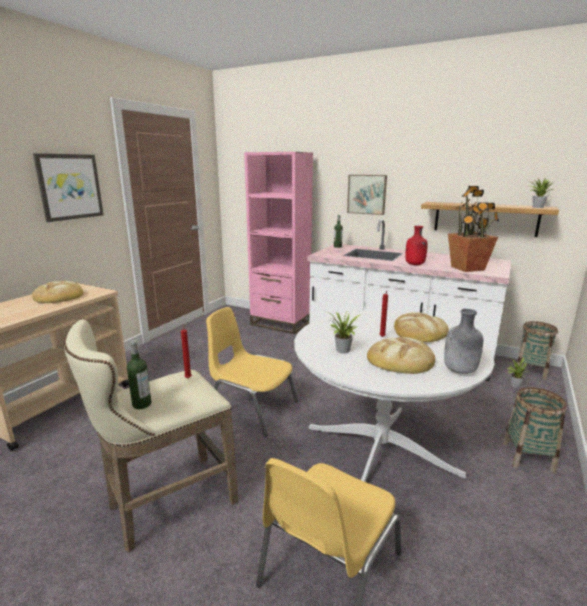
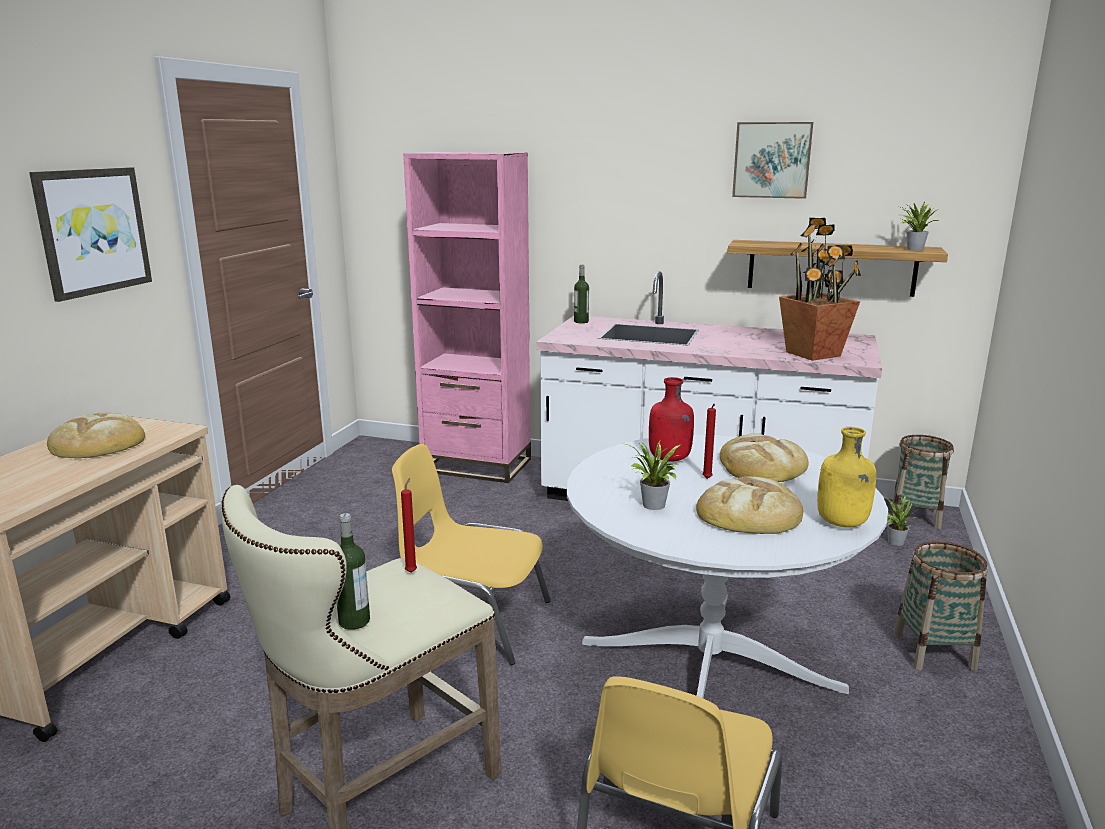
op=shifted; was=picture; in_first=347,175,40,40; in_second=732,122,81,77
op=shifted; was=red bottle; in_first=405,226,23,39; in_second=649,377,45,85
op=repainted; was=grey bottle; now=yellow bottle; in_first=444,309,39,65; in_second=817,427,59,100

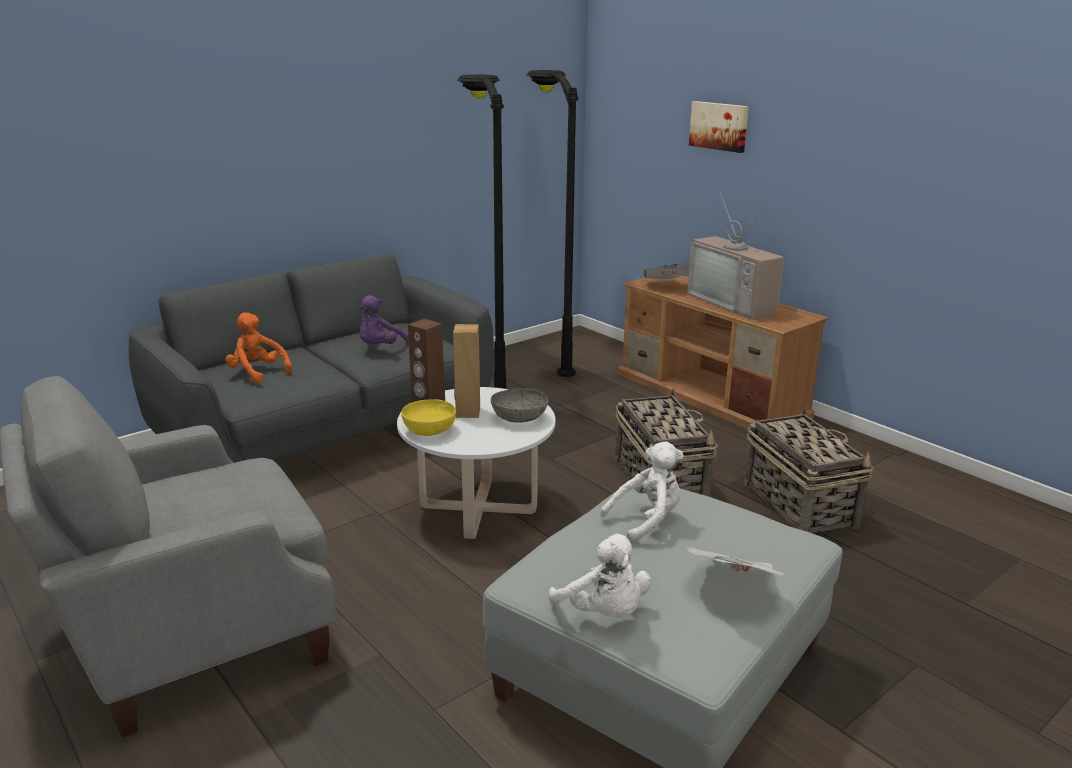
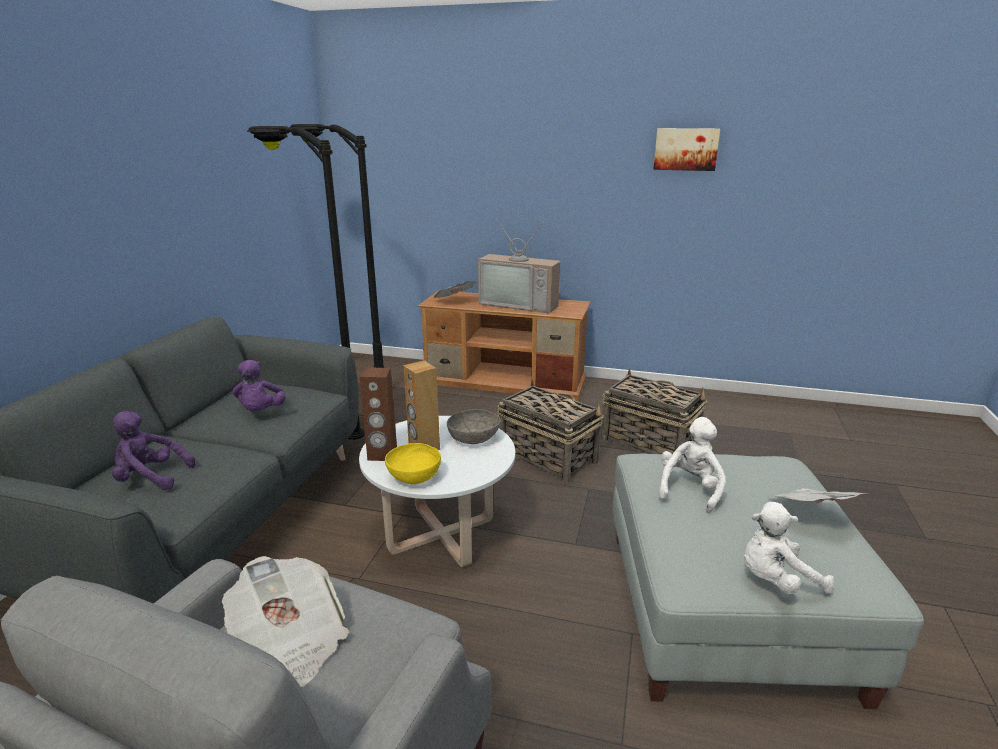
op=new; now=newspaper; in_second=222,556,127,131
op=shifted; was=picture; in_first=689,101,60,52; in_second=653,128,67,43
op=repainted; was=orange plush toy; now=purple plush toy; in_first=225,312,67,72; in_second=112,411,83,79
op=rotated; was=white plush toy; in_first=549,533,102,85; in_second=744,502,90,92; clockwise=150

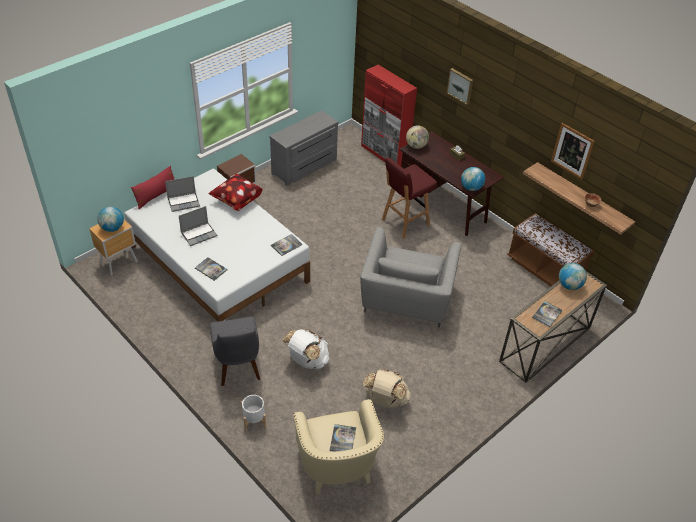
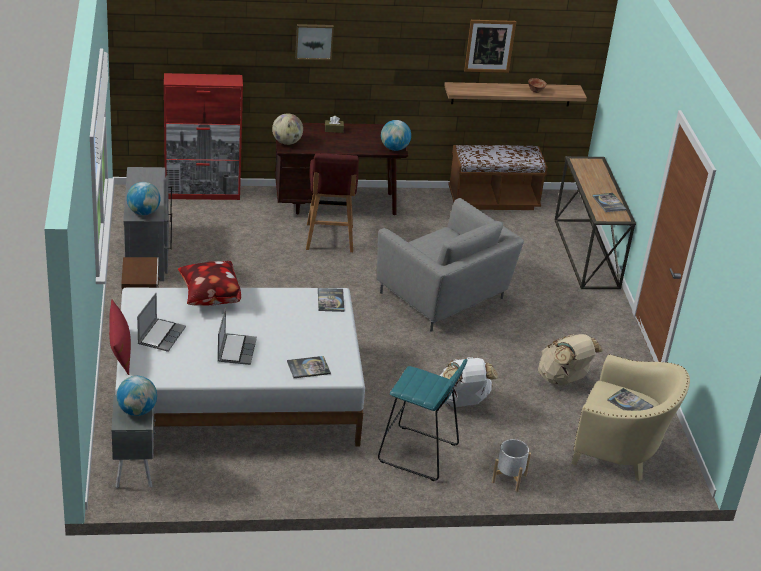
op=shifted; was=globe; in_first=559,263,28,27; in_second=127,182,33,33
op=swapped; was=grey chair; now=turquoise stool; in_first=210,316,50,70; in_second=378,359,89,122
op=repainted; was=brown nightstand; now=grey nightstand; in_first=89,219,49,57; in_second=111,395,45,93

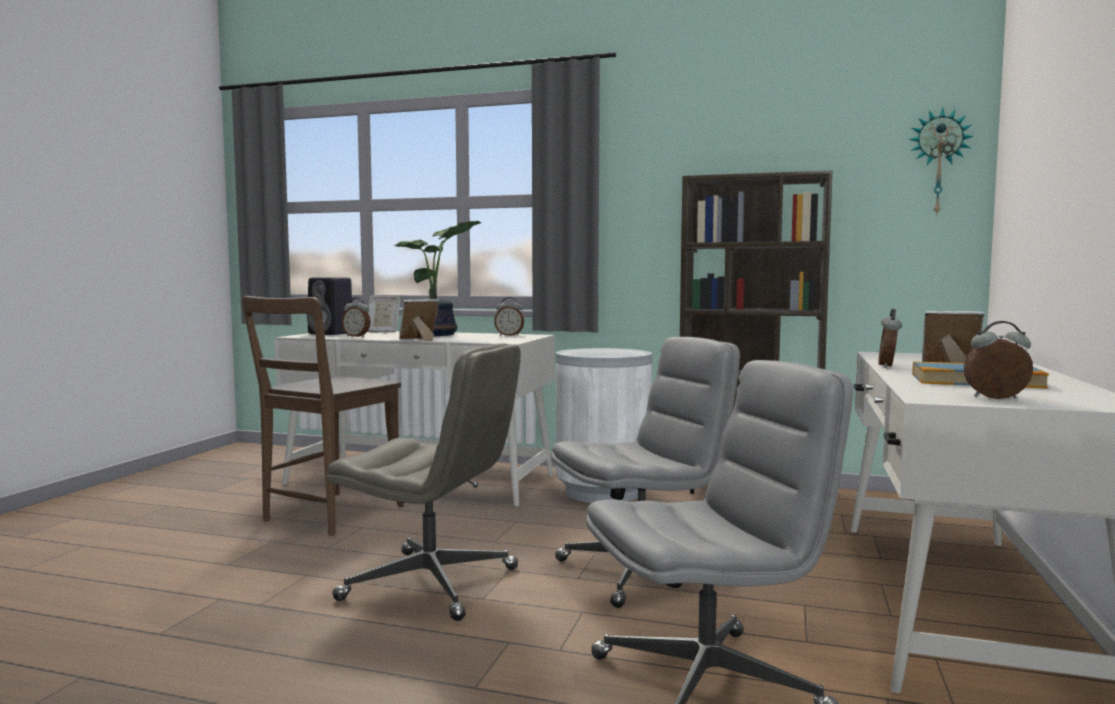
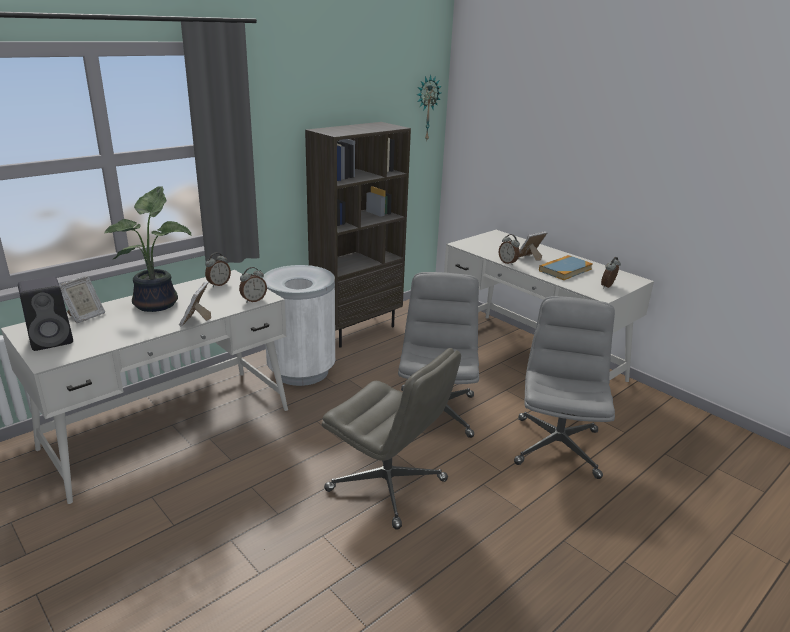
op=gone; was=brown chair; in_first=242,296,162,239
op=shifted; was=alarm clock; in_first=341,298,30,39; in_second=239,267,28,36
op=rotated; was=grey office chair; in_first=326,343,195,278; in_second=322,348,139,182; clockwise=75

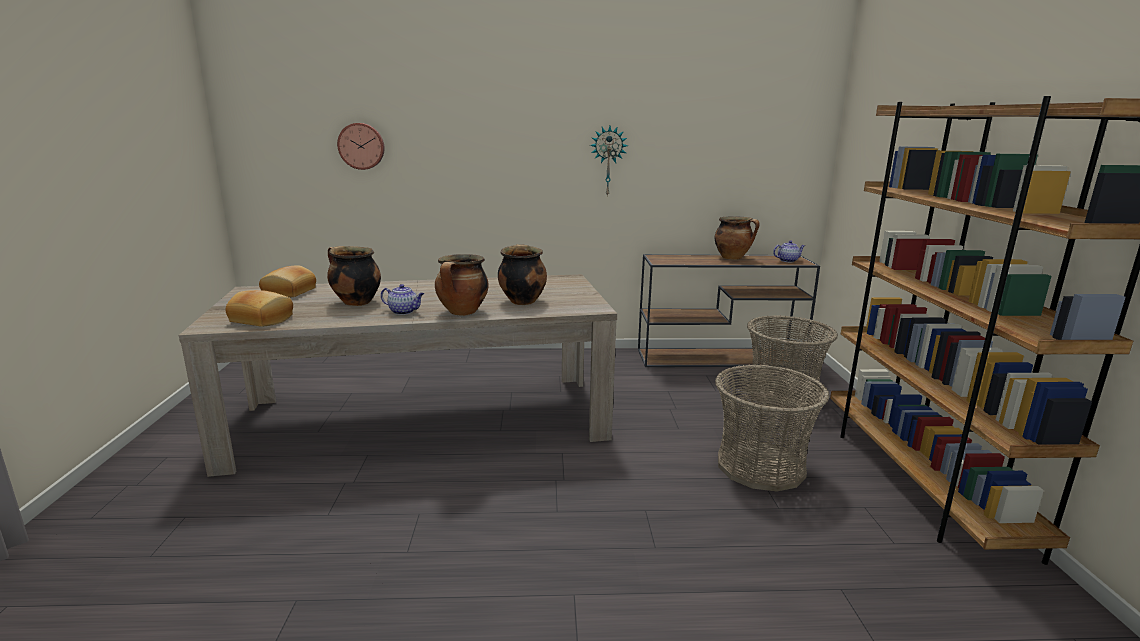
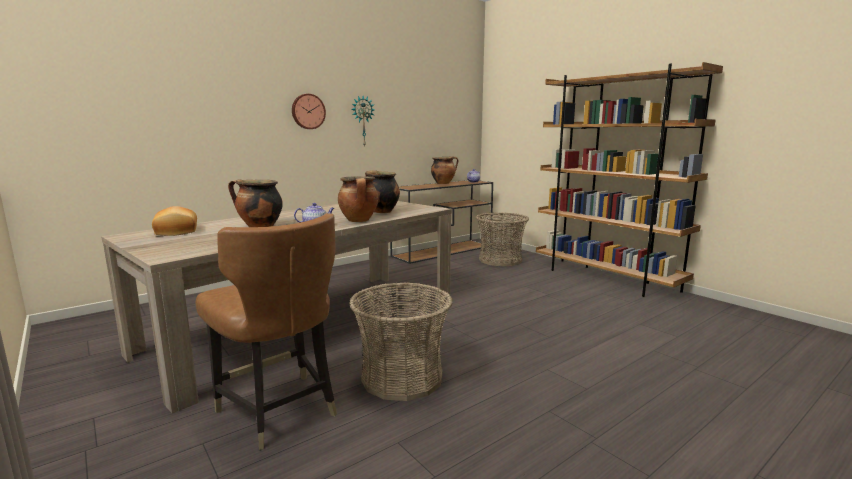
op=gone; was=bread; in_first=225,290,68,37
op=new; now=brown chair; in_second=196,213,141,237
op=shifted; was=wall clock; in_first=337,123,48,47; in_second=292,94,34,35
op=shifted; was=basket; in_first=715,365,115,127; in_second=349,282,104,119

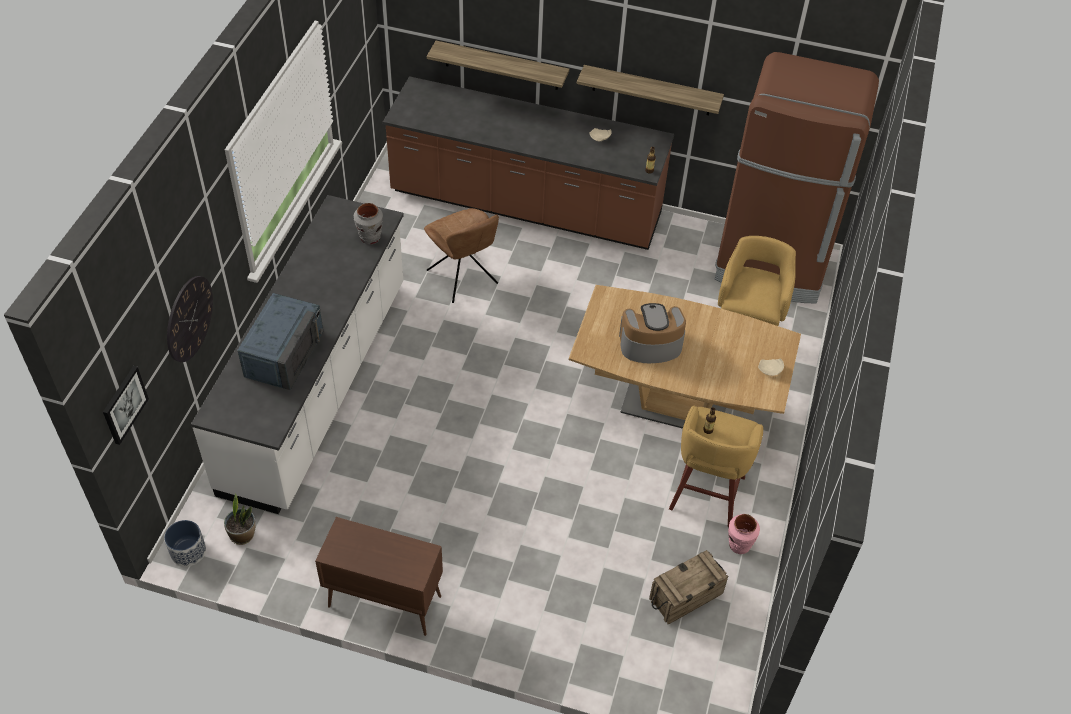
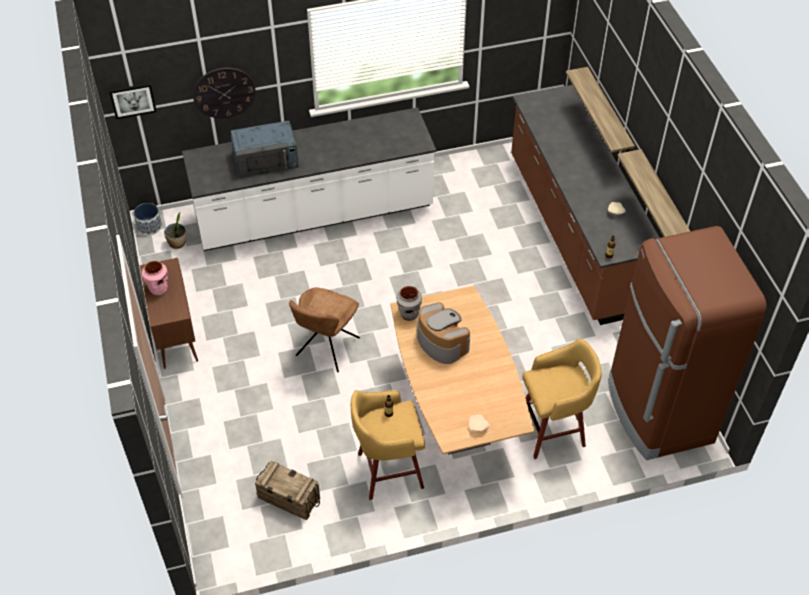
op=shifted; was=grey vase; in_first=354,203,29,42; in_second=396,286,26,35
op=shifted; was=brown chair; in_first=424,208,75,95; in_second=289,287,71,85
op=shifted; was=pink vase; in_first=728,514,32,40; in_second=142,261,26,34

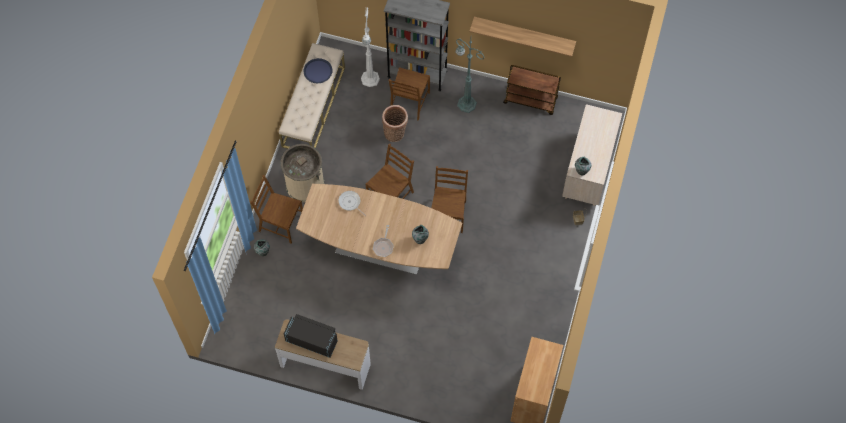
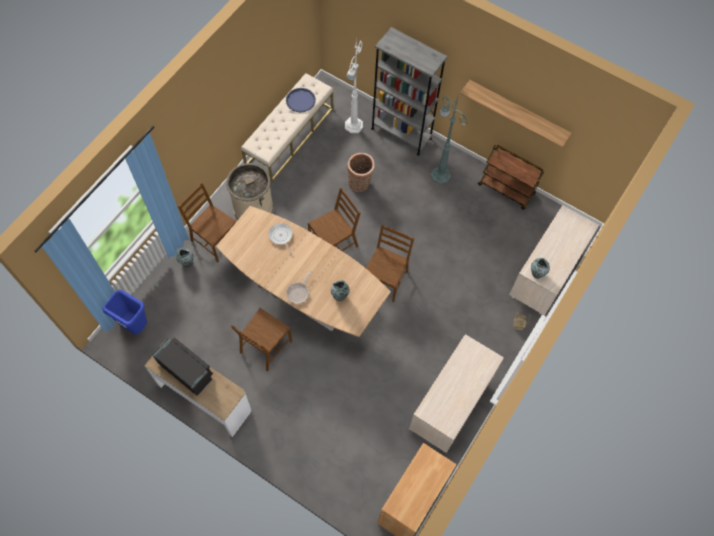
op=new; now=blue trash can; in_second=103,290,44,44
op=new; now=beige dresser; in_second=409,334,95,119
op=shifted; was=brown chair; in_first=389,67,41,54; in_second=230,308,62,64

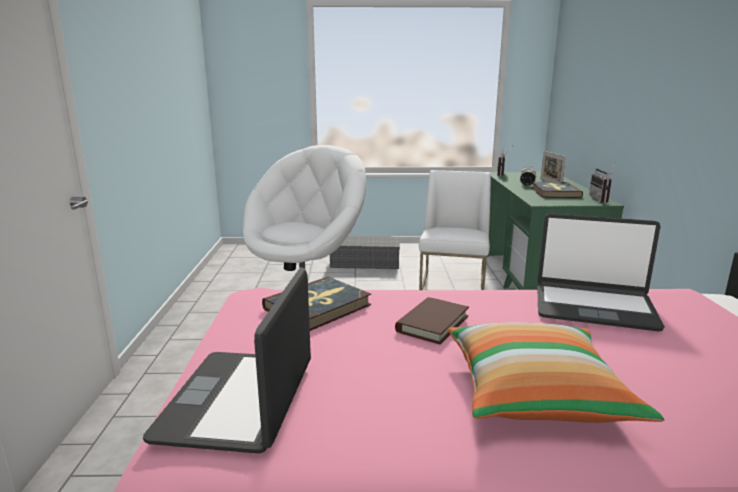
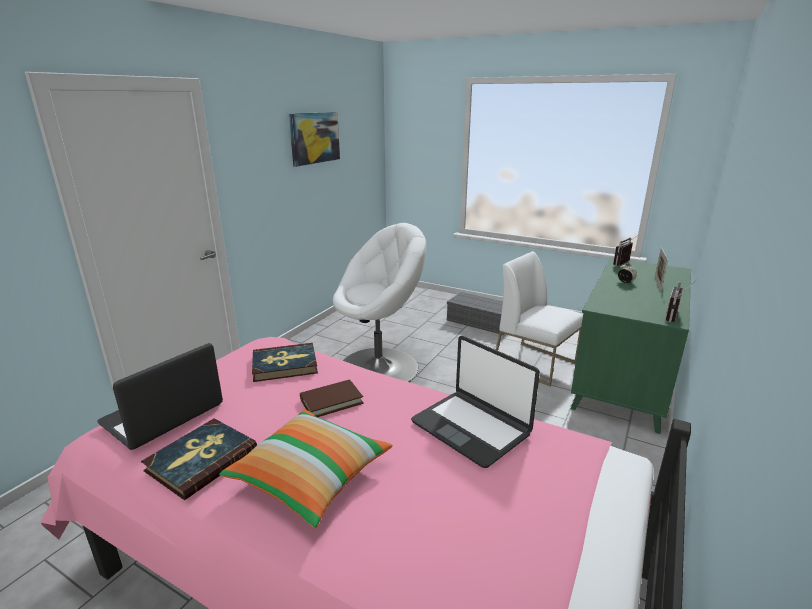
op=new; now=picture; in_second=289,112,51,55
op=shifted; was=book; in_first=531,182,52,16; in_second=141,418,116,82
op=rotated; was=white chair; in_first=419,170,72,120; in_second=496,251,87,135; clockwise=-90

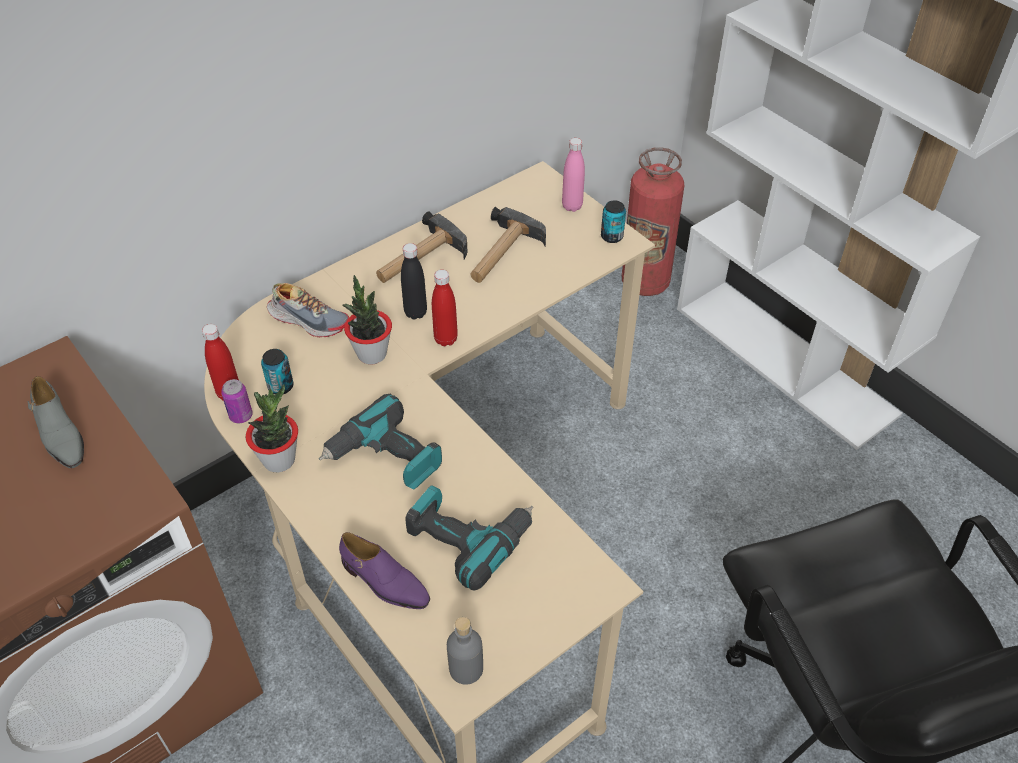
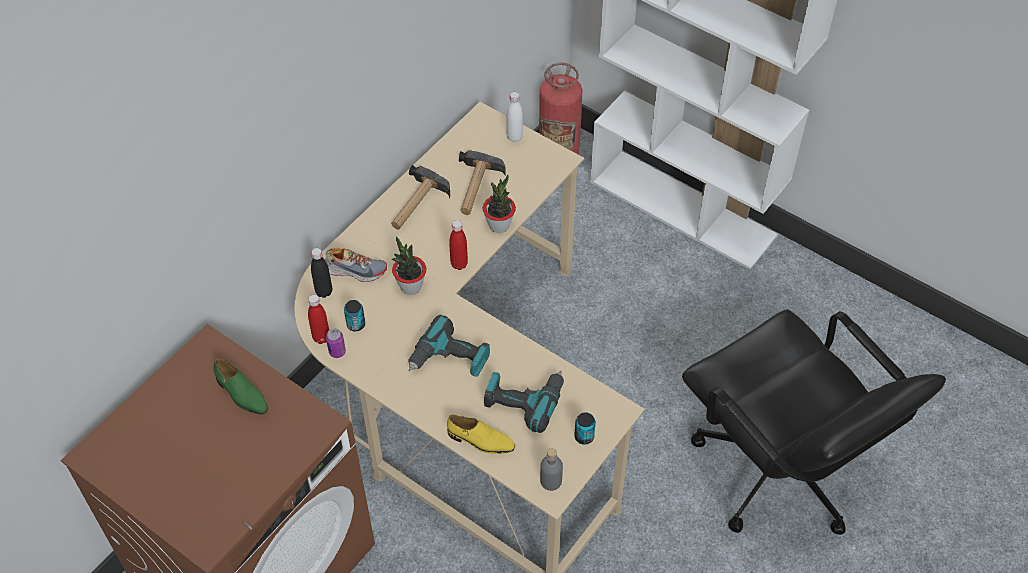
op=shifted; was=potted plant; in_first=246,384,52,89; in_second=483,175,33,58
op=shifted; was=black bottle; in_first=401,243,26,77; in_second=311,248,21,50
op=shifted; was=can; in_first=601,201,25,42; in_second=574,412,22,33
op=repainted; was=grey shoe; now=green shoe; in_first=28,376,56,92; in_second=213,358,55,57
op=repainted; was=purple shoe; now=yellow shoe; in_first=339,532,91,77; in_second=447,415,68,39
op=repainted; was=pink bottle; now=white bottle; in_first=562,138,23,74; in_second=507,92,16,50

